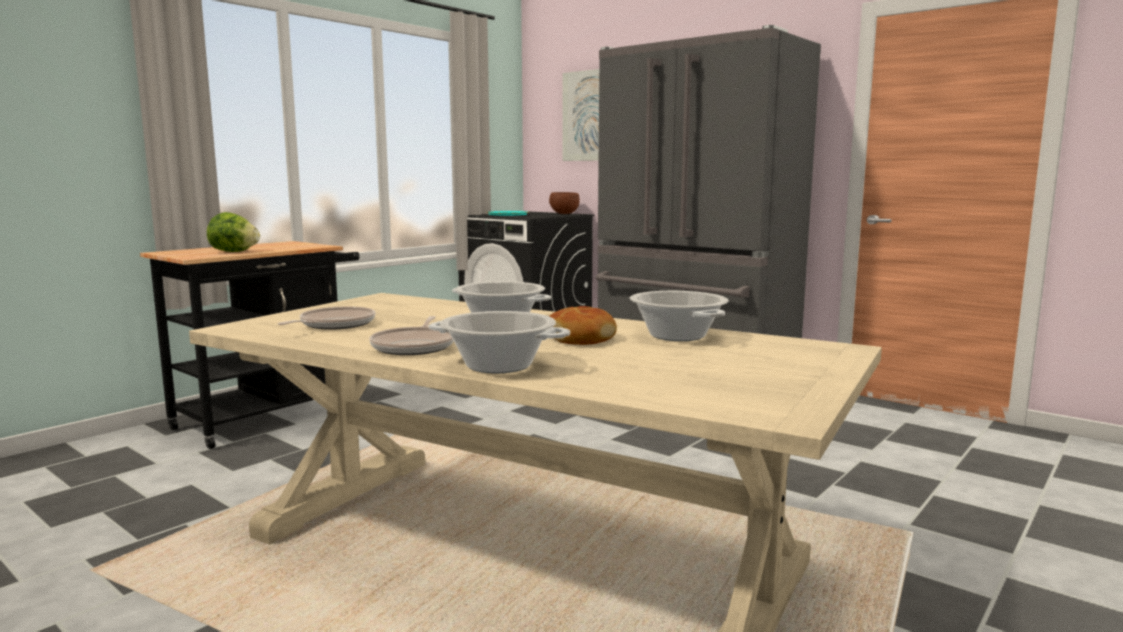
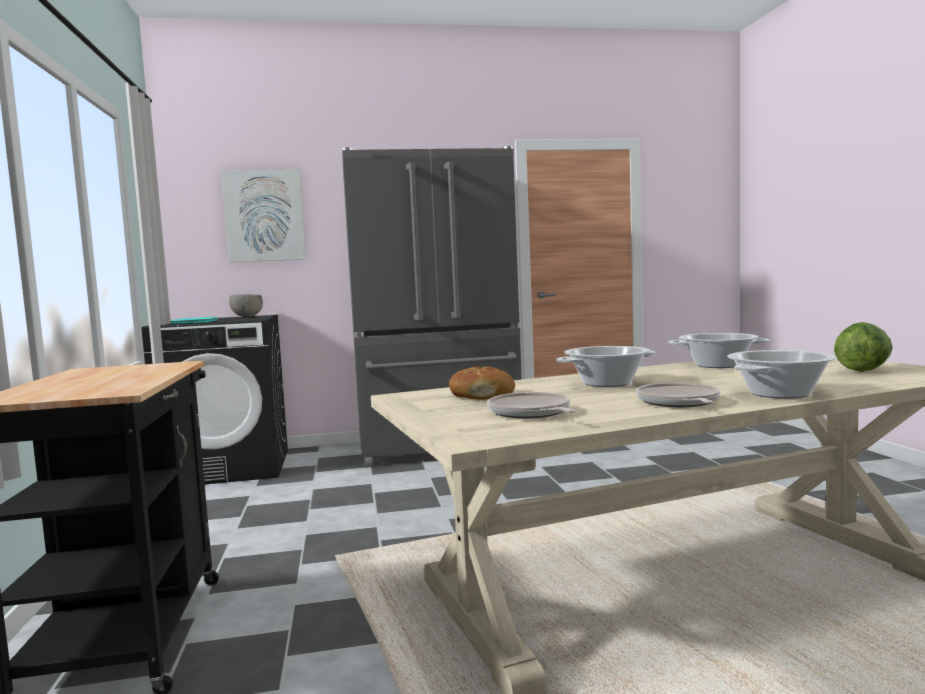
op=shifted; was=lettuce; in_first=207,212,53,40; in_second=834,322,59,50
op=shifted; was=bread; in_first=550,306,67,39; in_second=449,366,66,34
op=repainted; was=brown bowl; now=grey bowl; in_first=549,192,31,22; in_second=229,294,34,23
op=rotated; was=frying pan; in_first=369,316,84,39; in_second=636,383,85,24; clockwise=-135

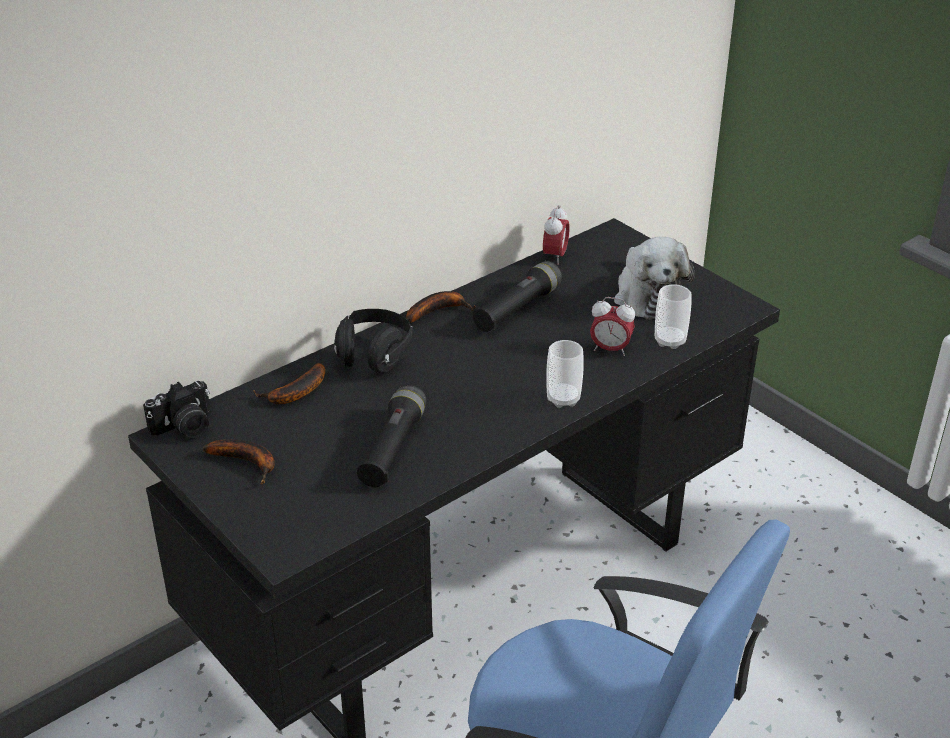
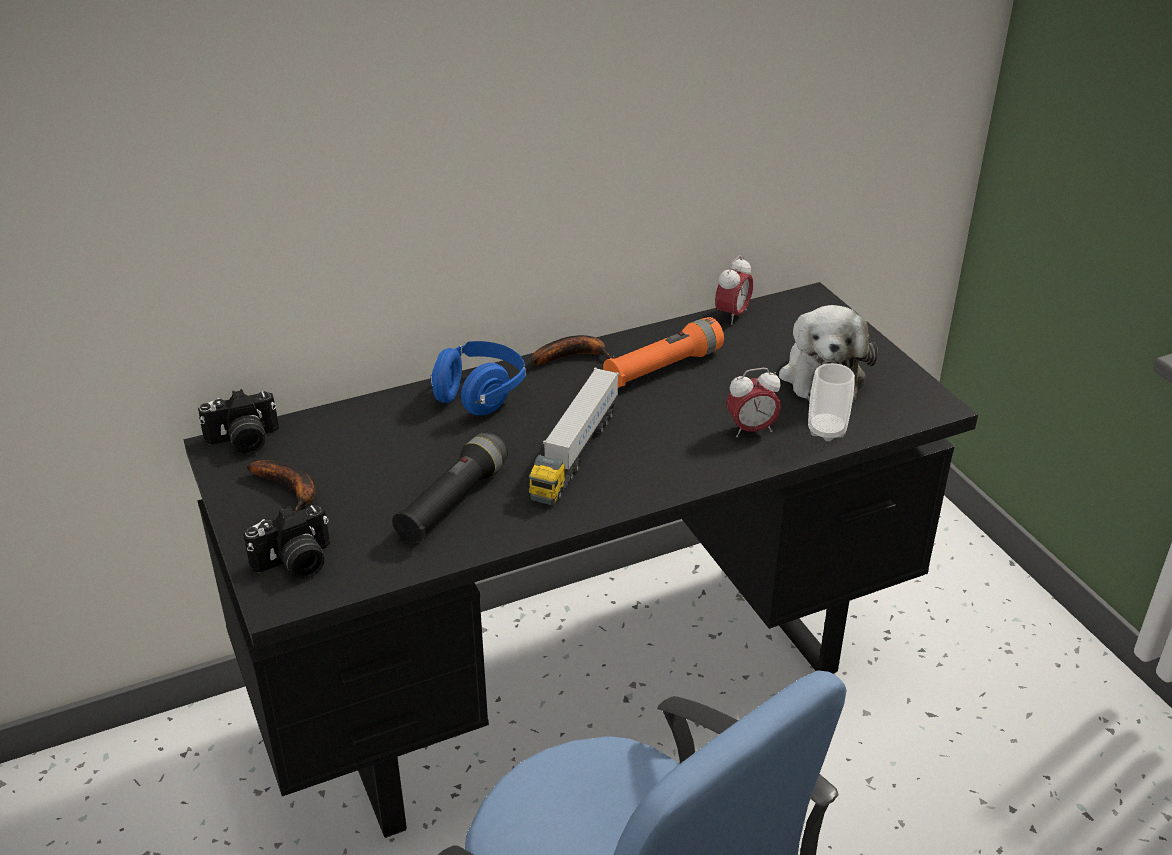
op=gone; was=banana; in_first=253,363,72,41
op=gone; was=cup; in_first=546,340,38,68
op=new; now=photo camera; in_second=243,505,87,73
op=new; now=toy truck; in_second=529,368,90,137
op=repainted; was=black headphones; now=blue headphones; in_first=334,309,79,64; in_second=431,341,95,74
op=repainted; was=black flashlight; now=orange flashlight; in_first=473,261,89,71; in_second=603,317,121,71
op=rotated; was=alarm clock; in_first=590,297,45,59; in_second=727,368,54,69; clockwise=-45

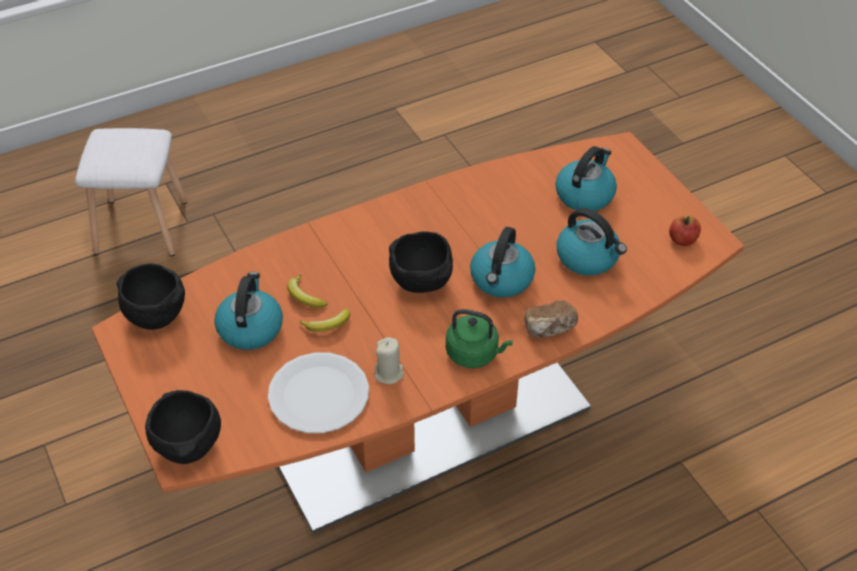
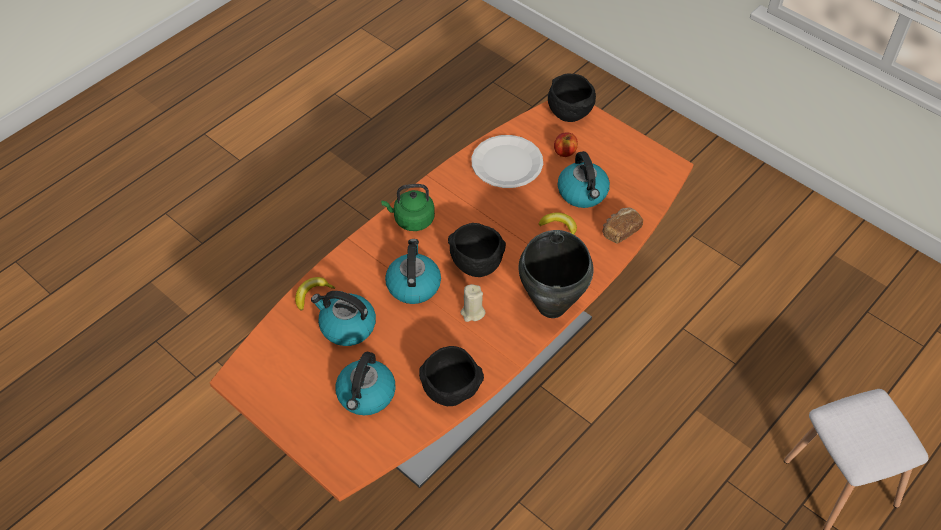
op=new; now=black cooking pot; in_second=519,230,75,88
op=shifted; was=black bowl; in_first=116,263,69,67; in_second=419,346,65,60
op=shifted; was=banana; in_first=299,309,51,23; in_second=295,277,40,33
op=shifted; was=beige candle; in_first=375,337,29,47; in_second=460,284,25,38
op=shifted; was=bread; in_first=524,300,54,38; in_second=603,208,40,36
op=shifted; was=apple; in_first=669,215,32,31; in_second=554,132,24,25

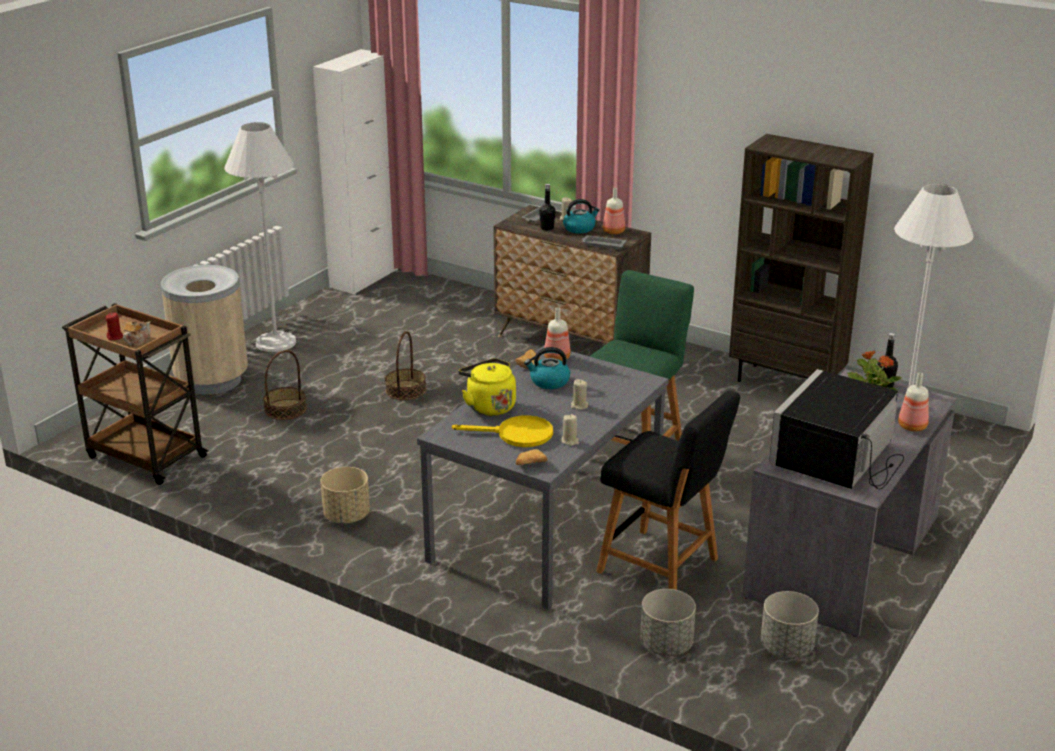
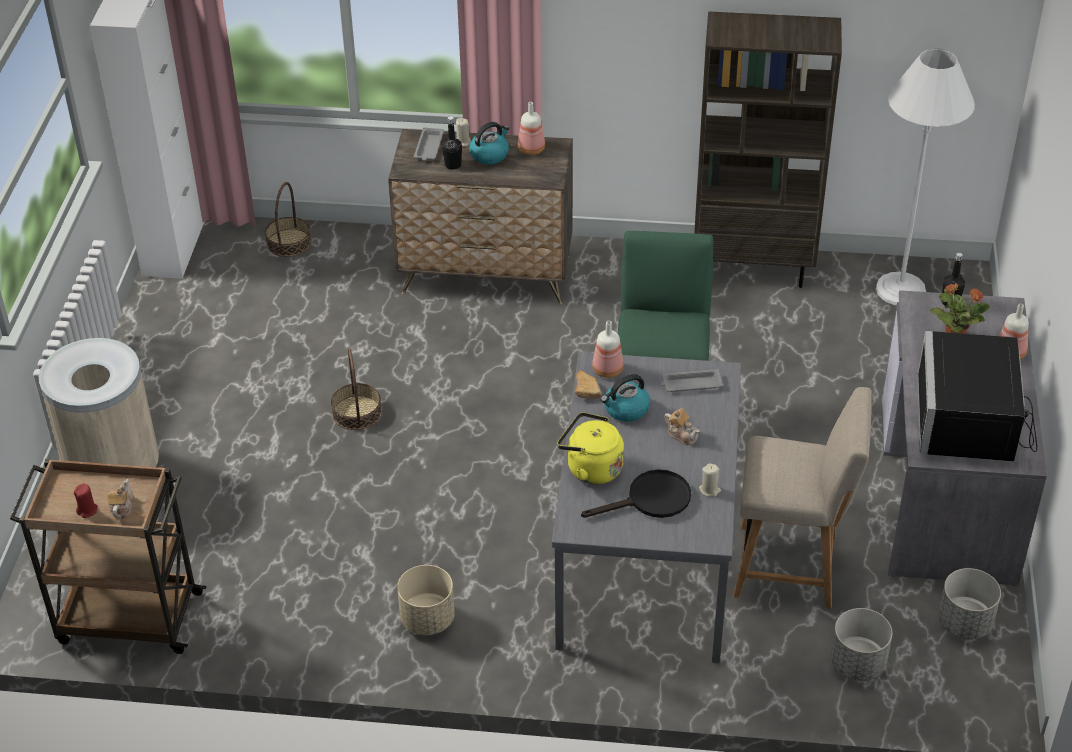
op=gone; was=white floor lamp; in_first=224,122,72,230
op=gone; was=bread; in_first=516,449,32,16
op=shifted; was=basket; in_first=263,350,44,70; in_second=265,182,47,75
op=shifted; was=grey tray; in_first=582,235,45,14; in_second=661,369,62,23
op=swapped; was=beige candle; now=teapot; in_first=571,379,17,31; in_second=664,408,36,37
op=repainted; was=yellow frying pan; now=black frying pan; in_first=452,415,101,32; in_second=581,470,110,48
op=repainted; was=black chair; now=beige chair; in_first=596,390,144,200; in_second=733,387,139,222

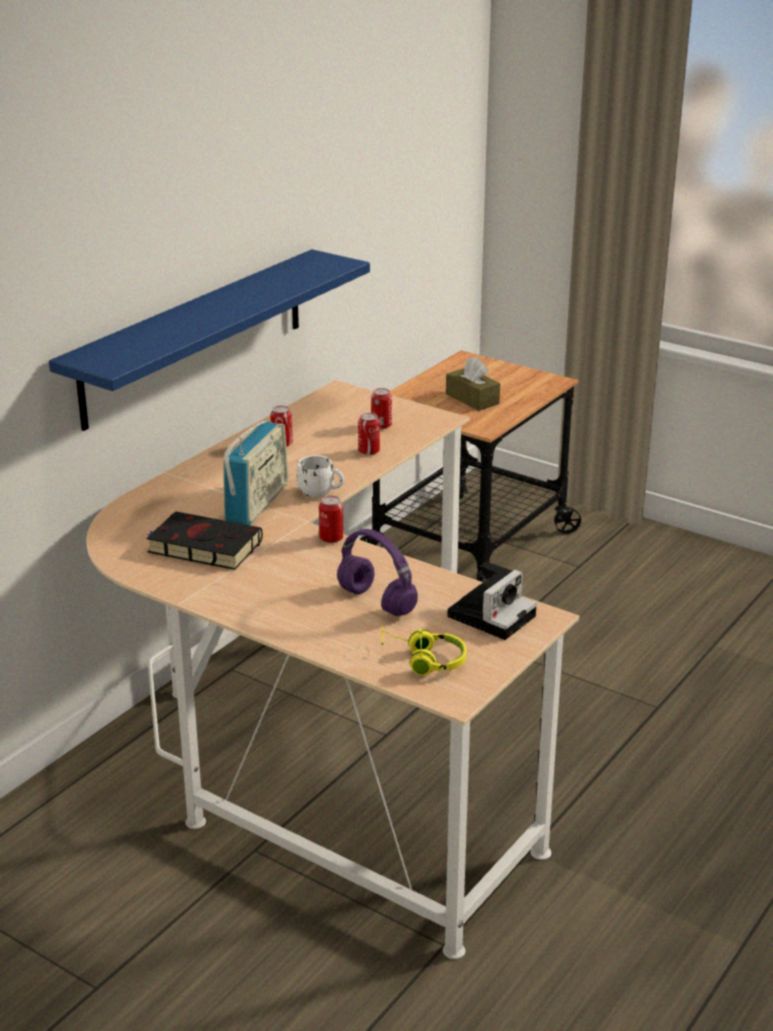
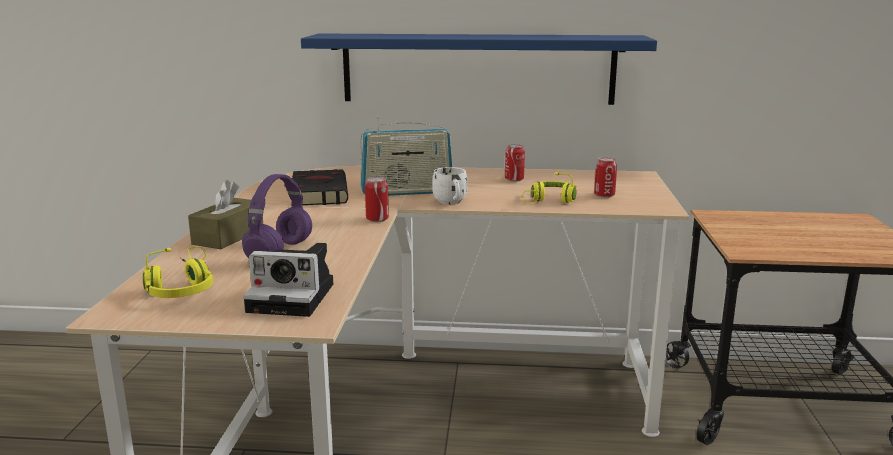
op=shifted; was=brown tissue box; in_first=446,357,54,54; in_second=188,180,75,69
op=swapped; was=can; now=yellow headphones; in_first=358,413,22,42; in_second=521,172,56,31

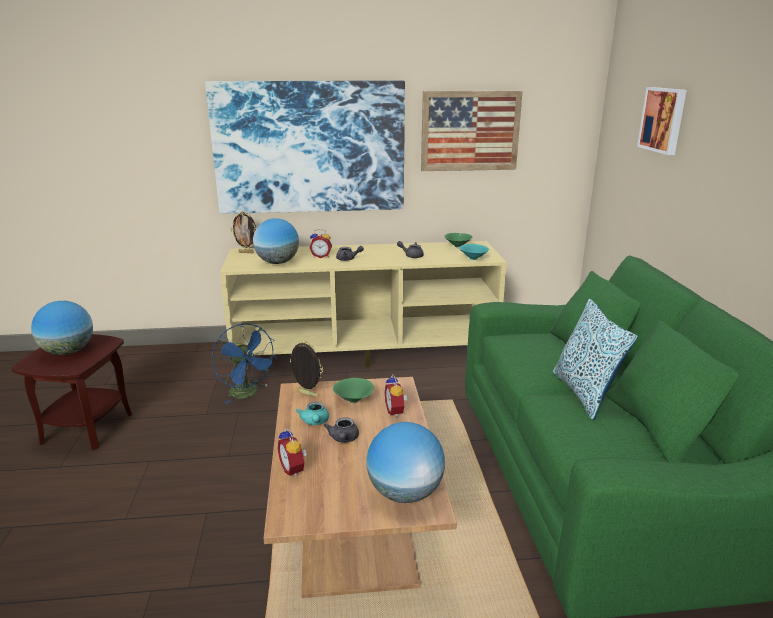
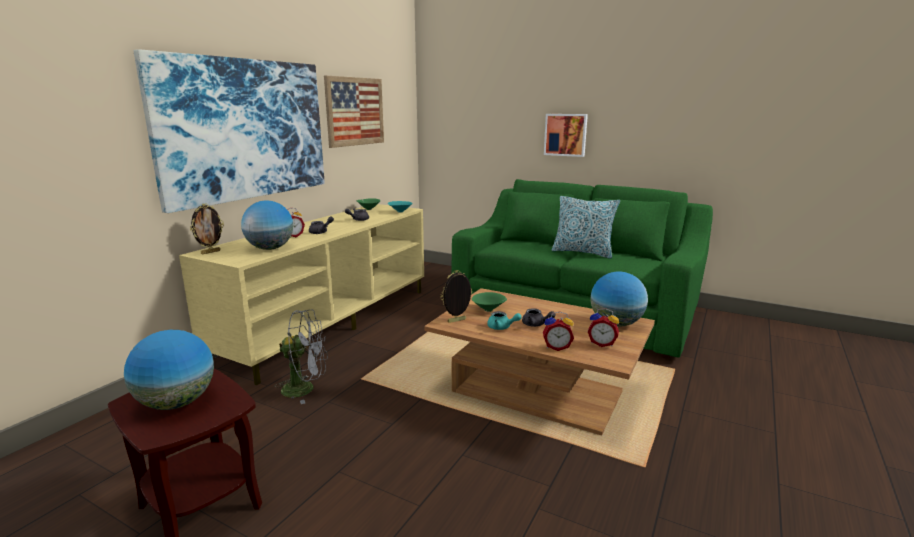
op=shifted; was=alarm clock; in_first=385,374,22,44; in_second=588,308,31,39
op=shifted; was=picture; in_first=637,87,50,68; in_second=544,114,44,43
op=repainted; was=blue fan; now=grey fan; in_first=212,324,65,80; in_second=274,310,54,94

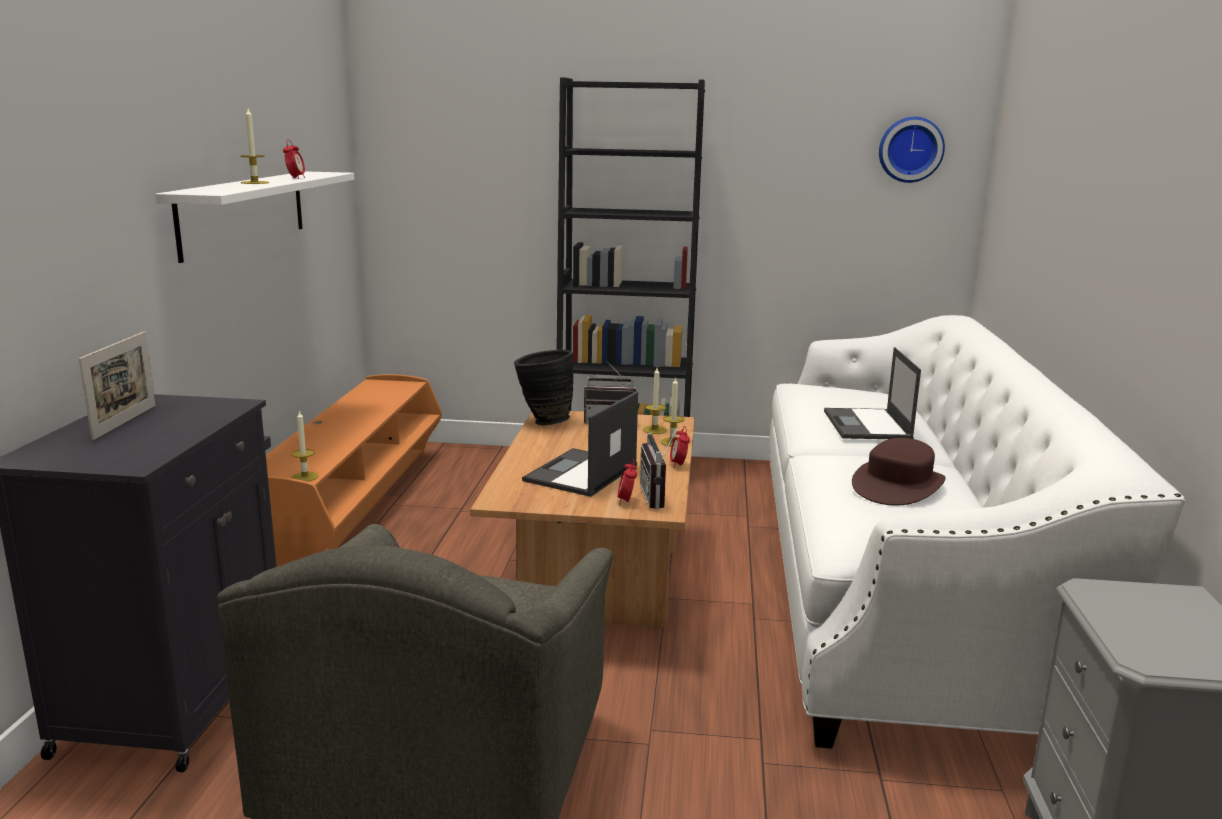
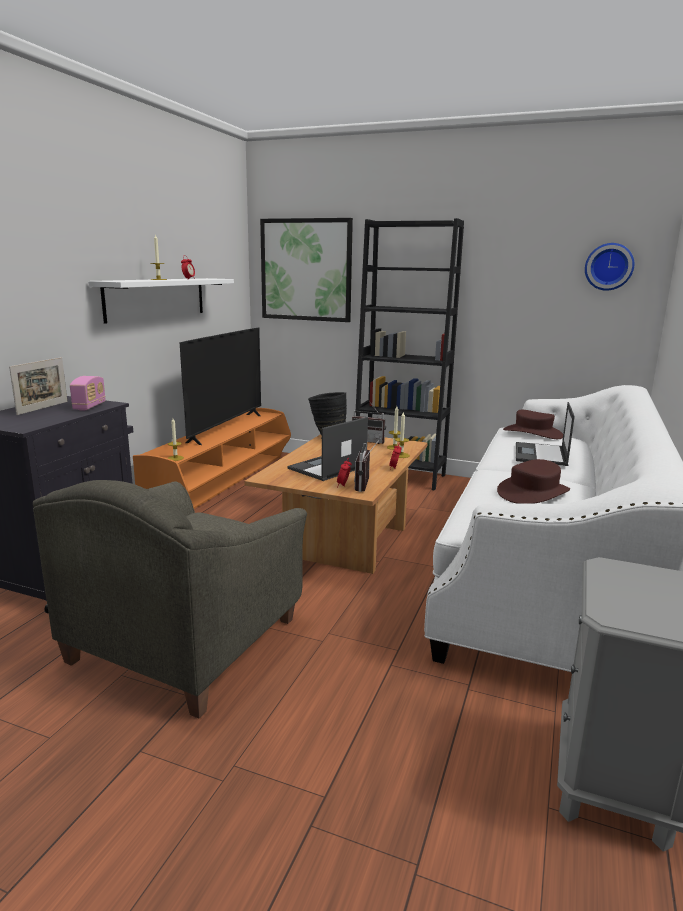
op=new; now=radio; in_second=70,376,36,34
op=new; now=television; in_second=180,327,81,118
op=new; now=picture; in_second=260,218,93,104
op=new; now=brown hat; in_second=503,410,60,29

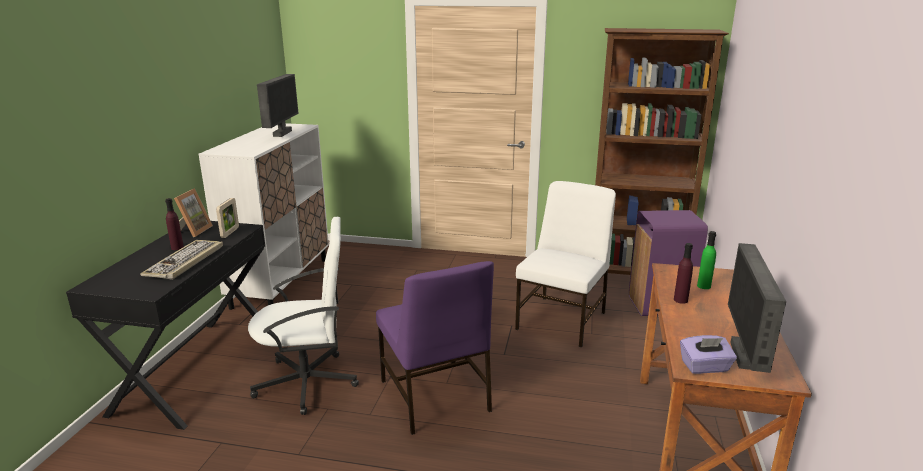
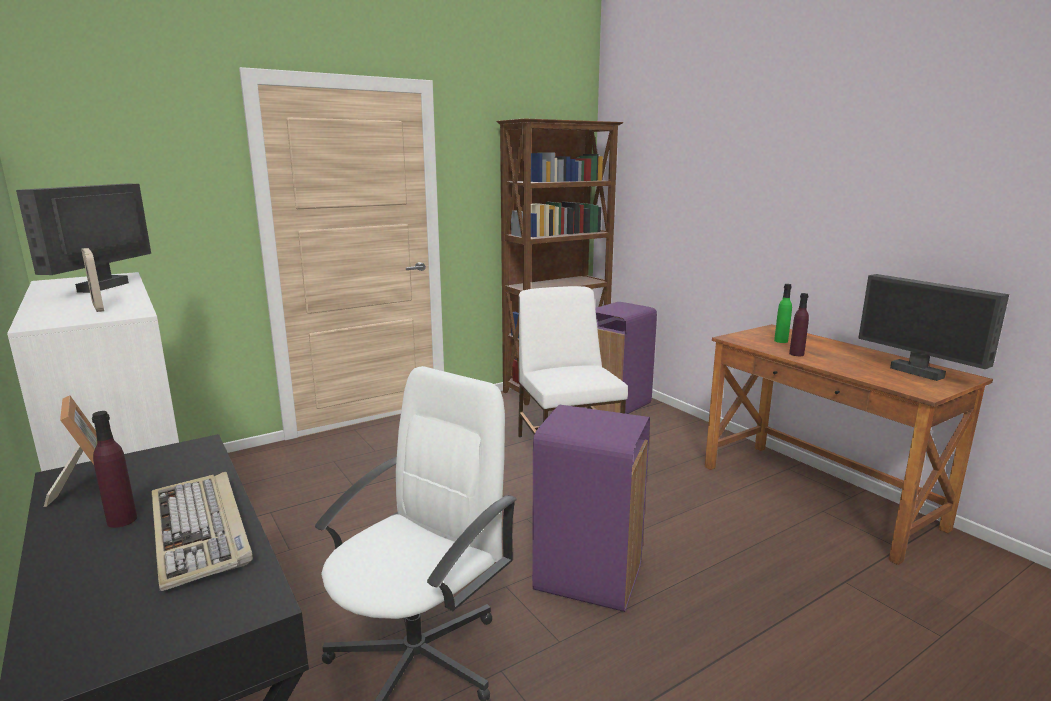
op=gone; was=purple tissue box; in_first=680,335,57,39
op=shifted; was=picture frame; in_first=216,198,23,40; in_second=81,248,23,64
op=swapped; was=purple chair; now=purple trash can; in_first=376,261,118,174; in_second=532,405,118,207
op=rotated; was=monitor; in_first=257,74,42,63; in_second=16,184,135,109; clockwise=-135

